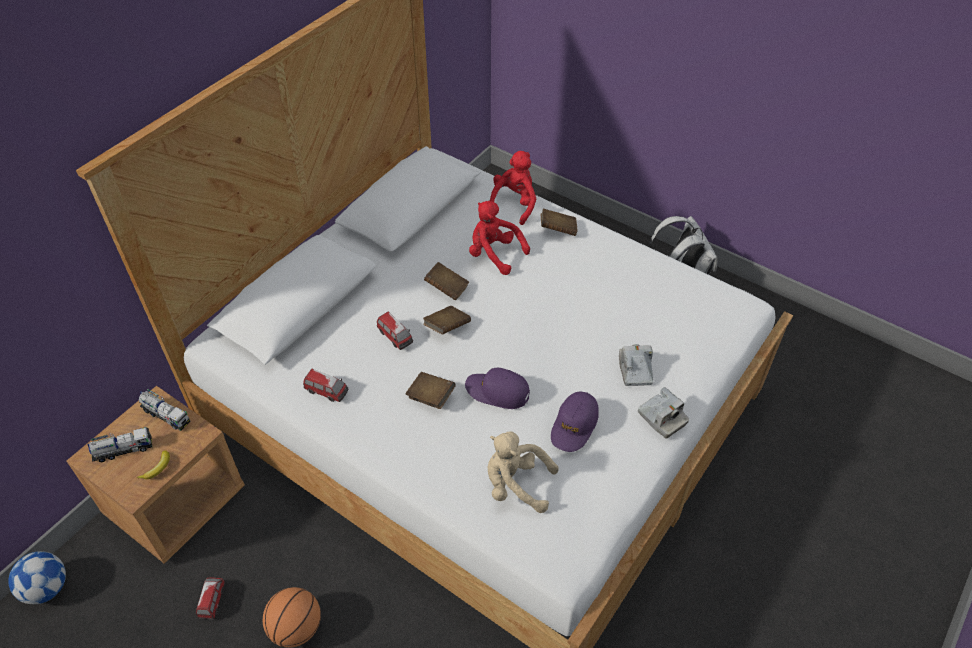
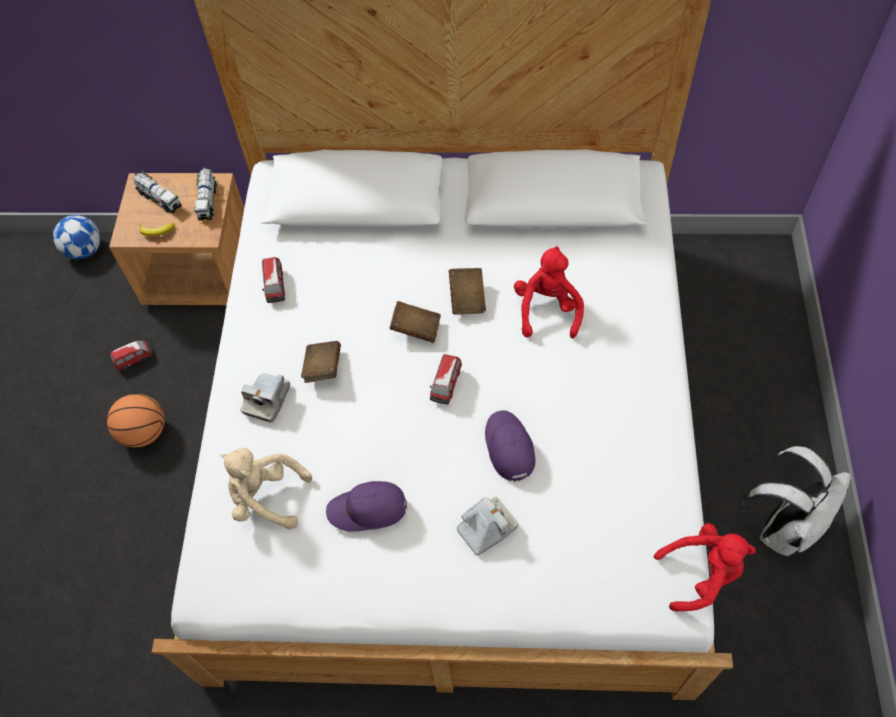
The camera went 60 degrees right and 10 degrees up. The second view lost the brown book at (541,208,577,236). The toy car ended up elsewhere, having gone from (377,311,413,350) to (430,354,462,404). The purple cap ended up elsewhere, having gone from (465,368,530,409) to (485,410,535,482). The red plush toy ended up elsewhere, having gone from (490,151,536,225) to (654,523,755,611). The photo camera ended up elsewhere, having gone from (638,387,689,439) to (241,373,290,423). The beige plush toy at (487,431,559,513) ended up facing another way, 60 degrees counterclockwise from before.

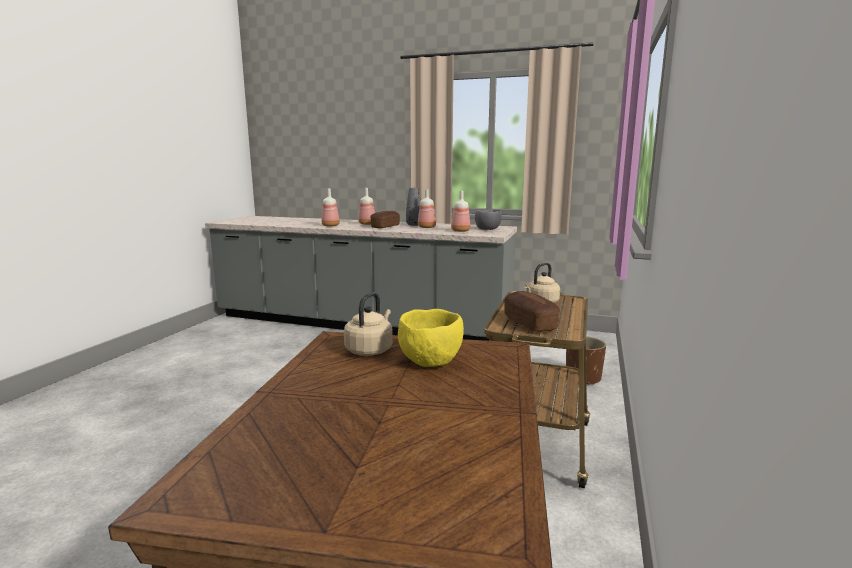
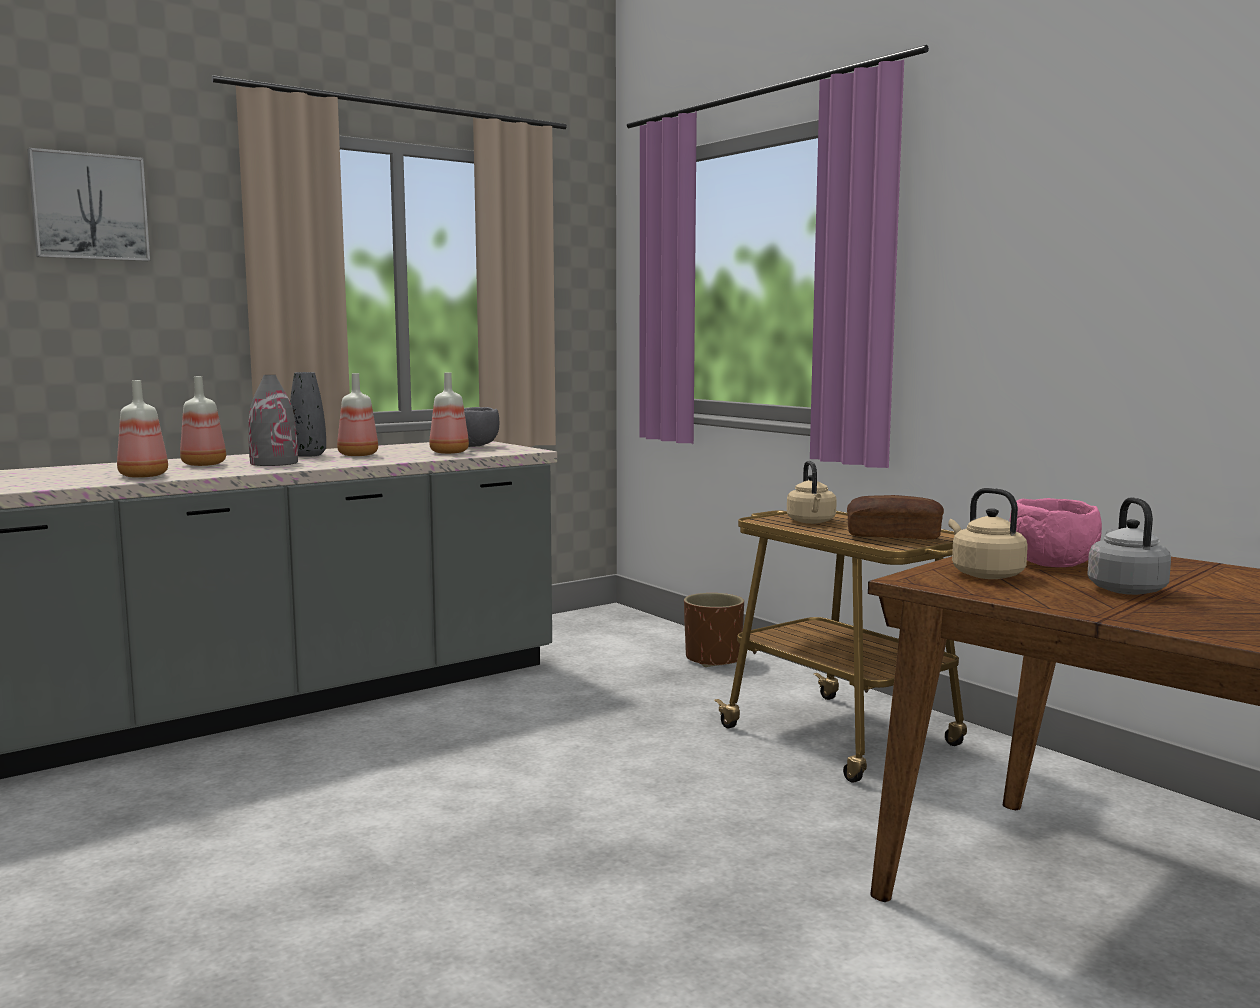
The camera went 55 degrees left and 5 degrees down. The second view gained the picture at (27,148,150,261). The second view gained the grey kettle at (1087,497,1171,595). Where the bread stood at (370,211,400,228), the grey vase came to stand at (248,375,298,466). What was the yellow bowl at (398,309,464,367) turned into the pink bowl at (1009,498,1102,567).

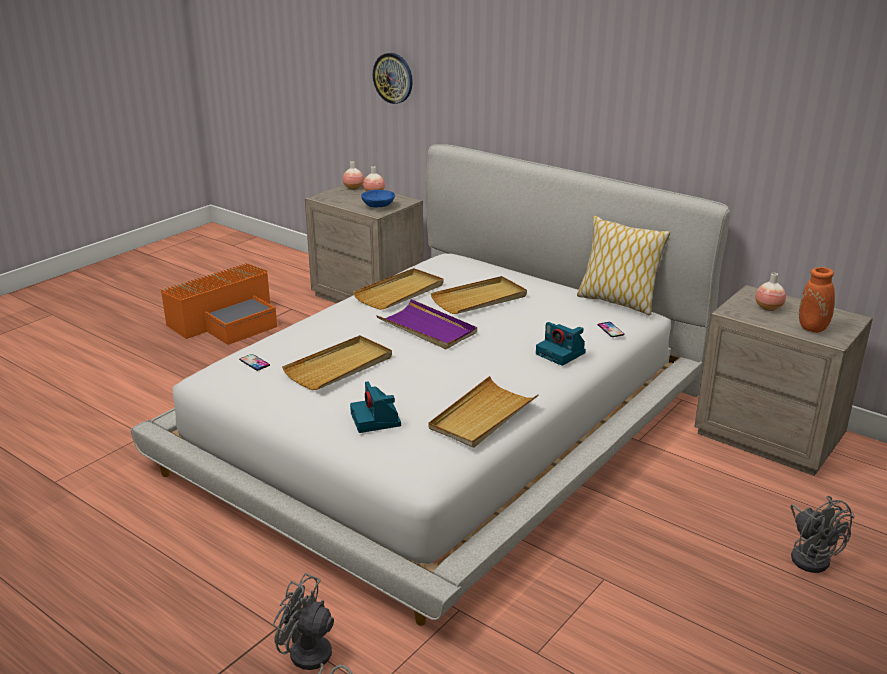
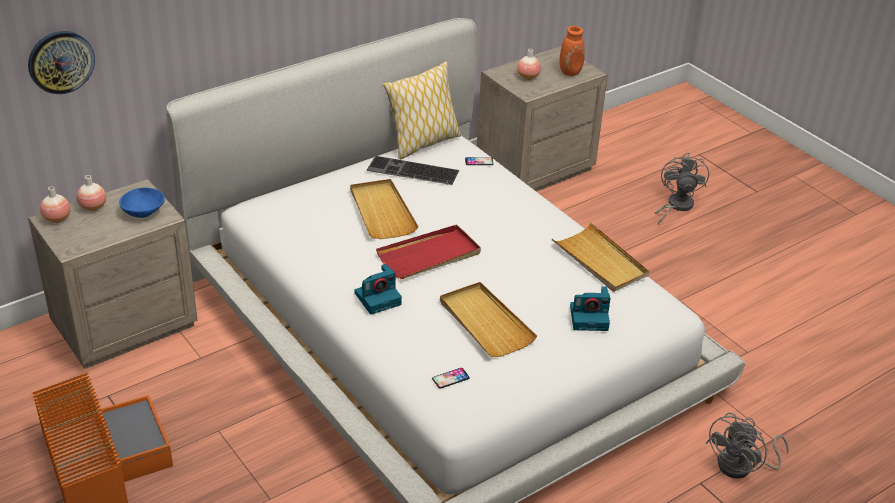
The camera went 75 degrees left and 10 degrees up. The second view lost the beige tray at (353,268,443,310). The second view gained the keyboard at (367,156,459,185). The photo camera ended up elsewhere, having gone from (536,322,586,366) to (354,264,402,314). What was the purple tray at (376,299,477,349) turned into the red tray at (376,225,481,279). The grey fan at (790,496,855,573) ended up facing another way, 75 degrees counterclockwise from before.

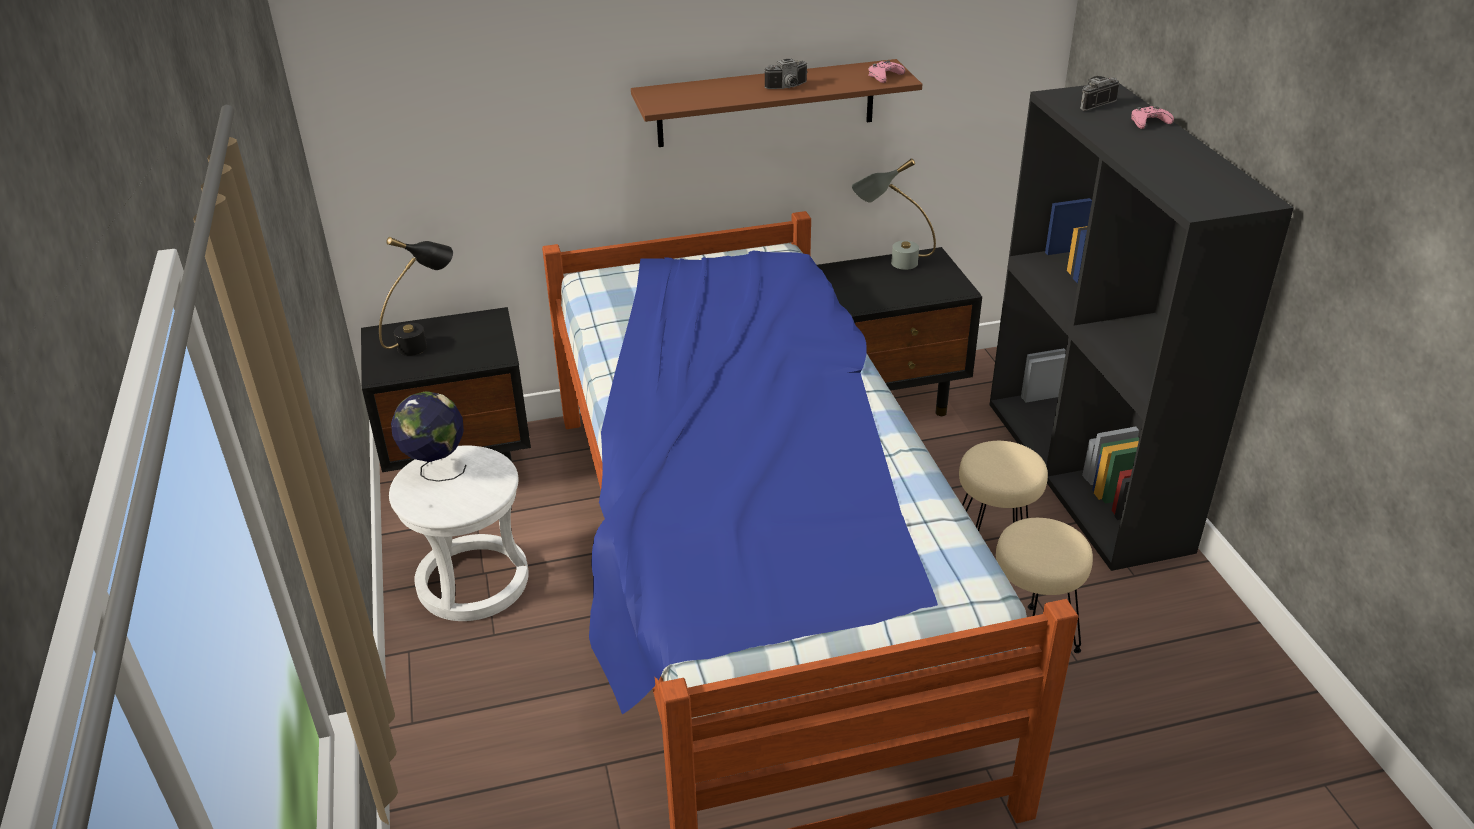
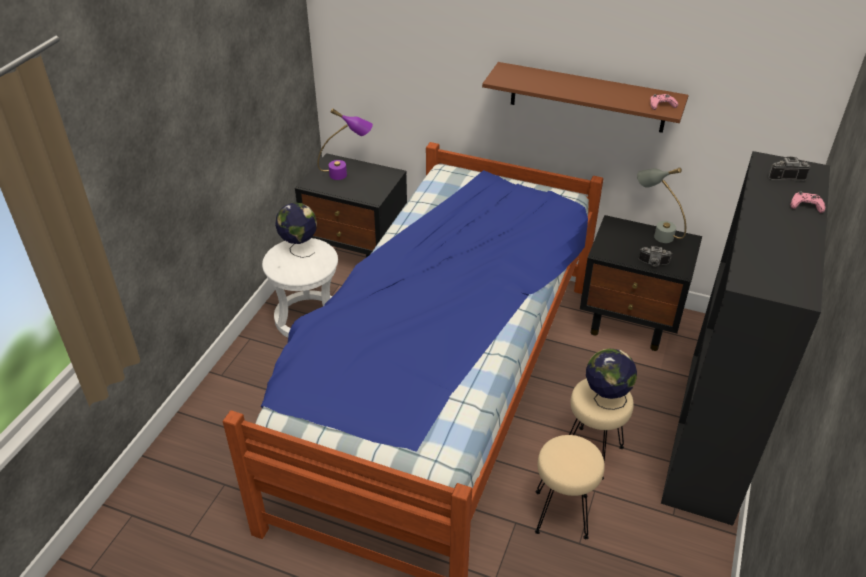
The camera went 35 degrees right and 5 degrees up. The second view gained the globe at (586,348,637,410). The photo camera ended up elsewhere, having gone from (764,58,808,89) to (639,246,672,267). What was the black table lamp at (379,237,453,356) turned into the purple table lamp at (317,108,373,180).

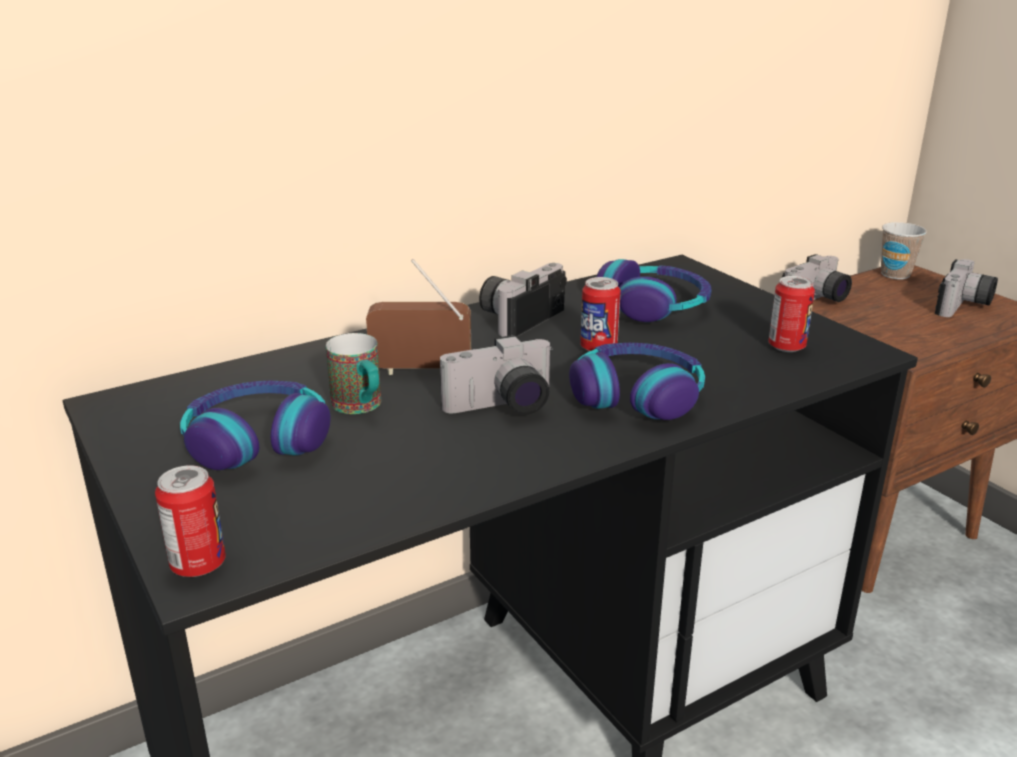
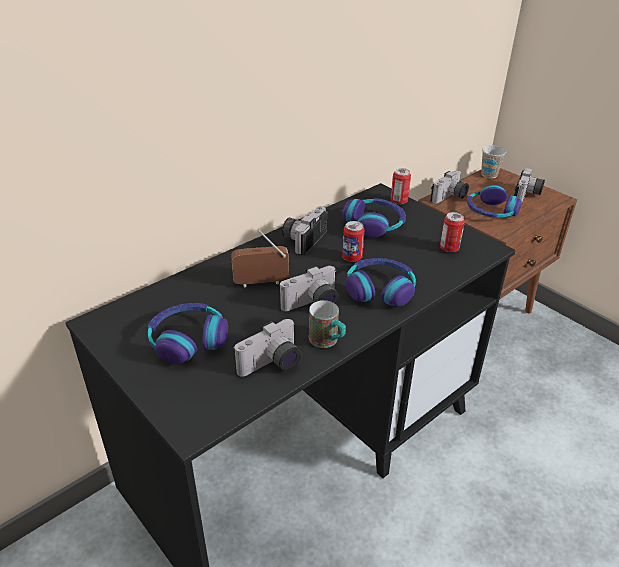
The camera went 10 degrees left and 10 degrees up. The second view gained the photo camera at (233,319,301,377). The second view gained the headphones at (467,185,522,218). The can ended up elsewhere, having gone from (155,465,226,577) to (391,168,411,204). The mug ended up elsewhere, having gone from (326,333,381,414) to (309,300,346,348).

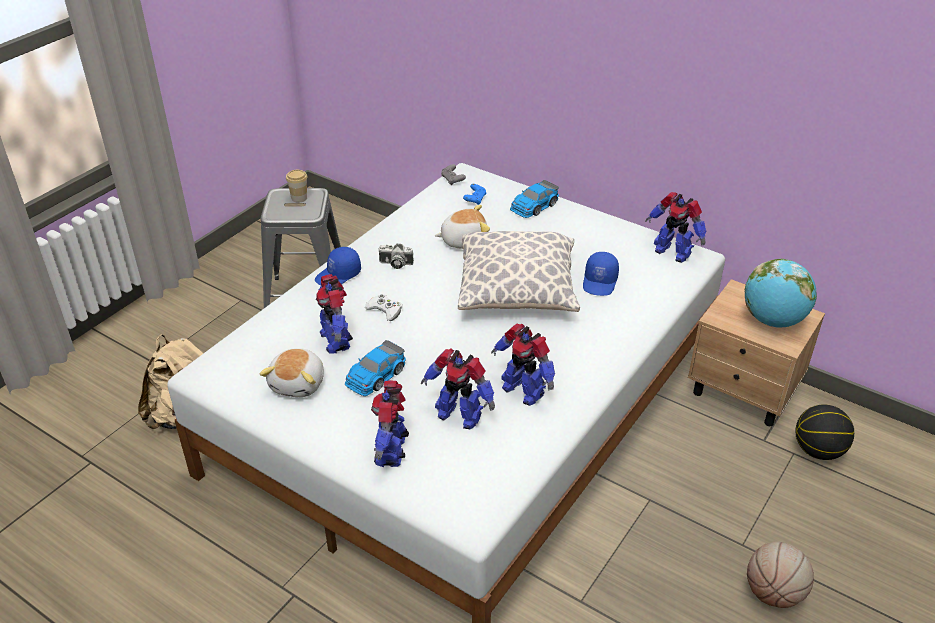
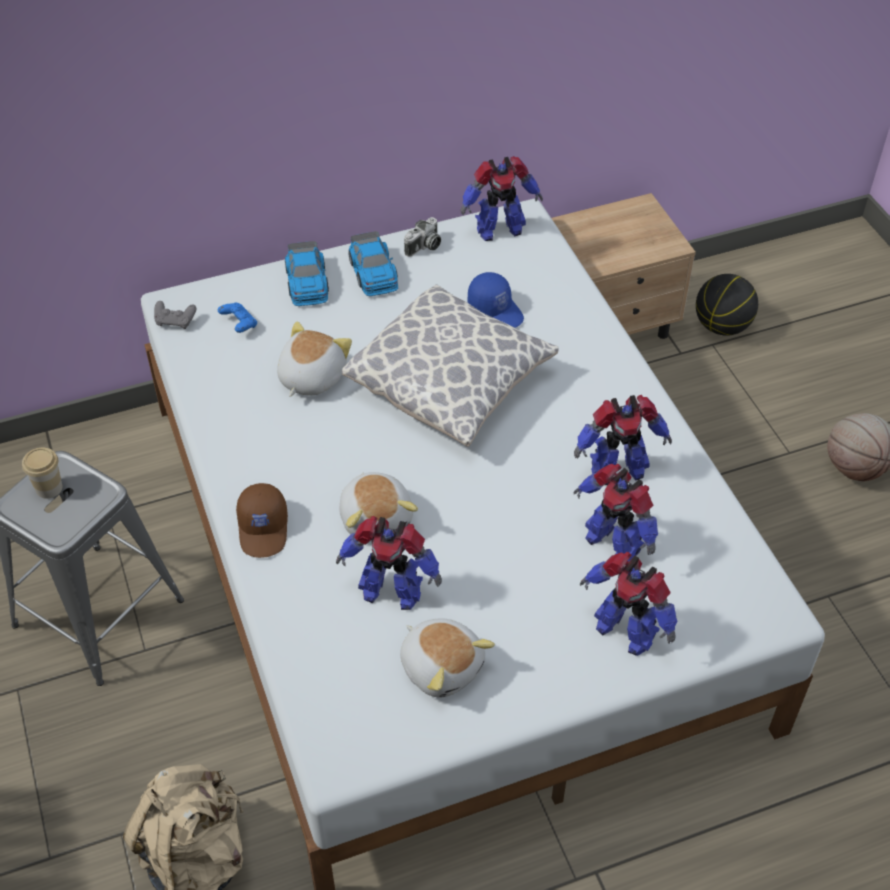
The camera went 55 degrees left and 10 degrees up. The second view lost the globe at (745,259,817,327). The toy car ended up elsewhere, having gone from (345,340,406,396) to (348,231,398,296). The photo camera ended up elsewhere, having gone from (378,244,414,269) to (404,217,441,257). Where the white game controller stood at (365,294,402,321), the plush toy came to stand at (339,472,418,535). What was the blue cap at (315,247,361,286) turned into the brown cap at (236,483,288,558). The toy robot at (421,349,495,430) ended up facing another way, 75 degrees clockwise from before.

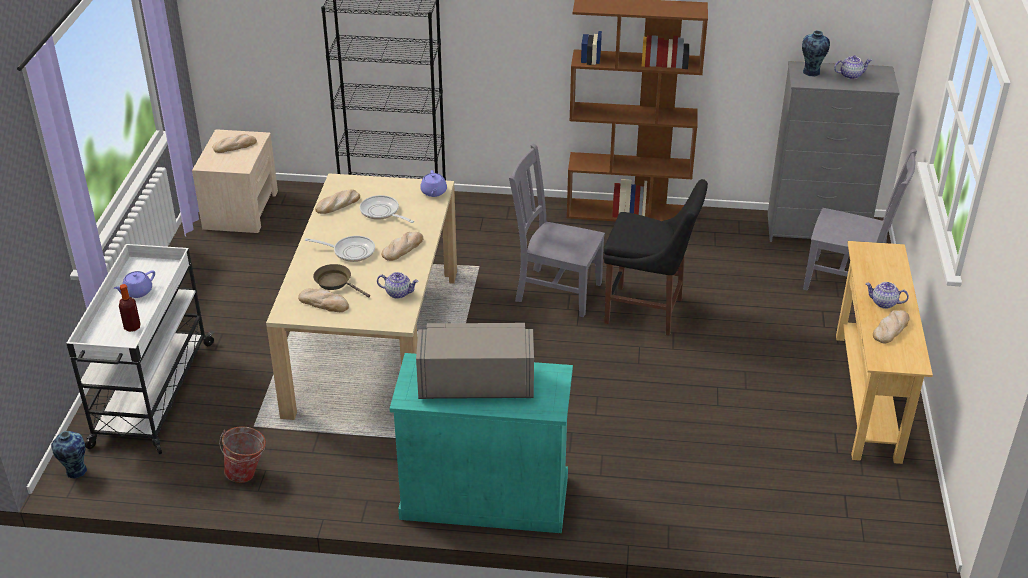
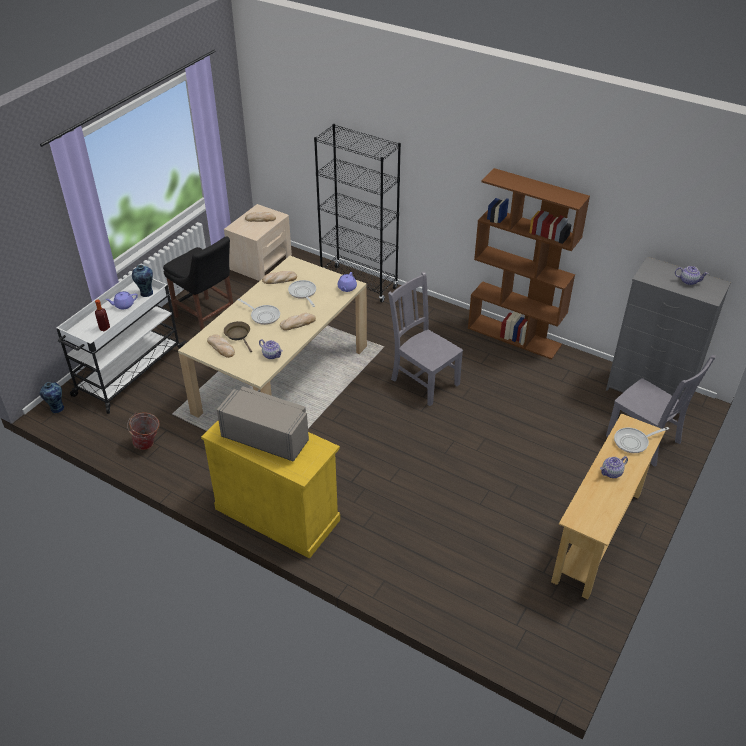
The camera went 25 degrees right and 5 degrees up. The second view lost the bread at (873,310,909,343). The second view gained the frying pan at (614,427,669,453). The black chair ended up elsewhere, having gone from (604,179,708,336) to (163,236,233,330). The vase ended up elsewhere, having gone from (802,30,830,77) to (132,265,153,297). What was the turquoise cabinet at (389,353,573,533) turned into the yellow cabinet at (201,421,340,559). The teapot at (865,282,909,309) ended up facing another way, 75 degrees counterclockwise from before.

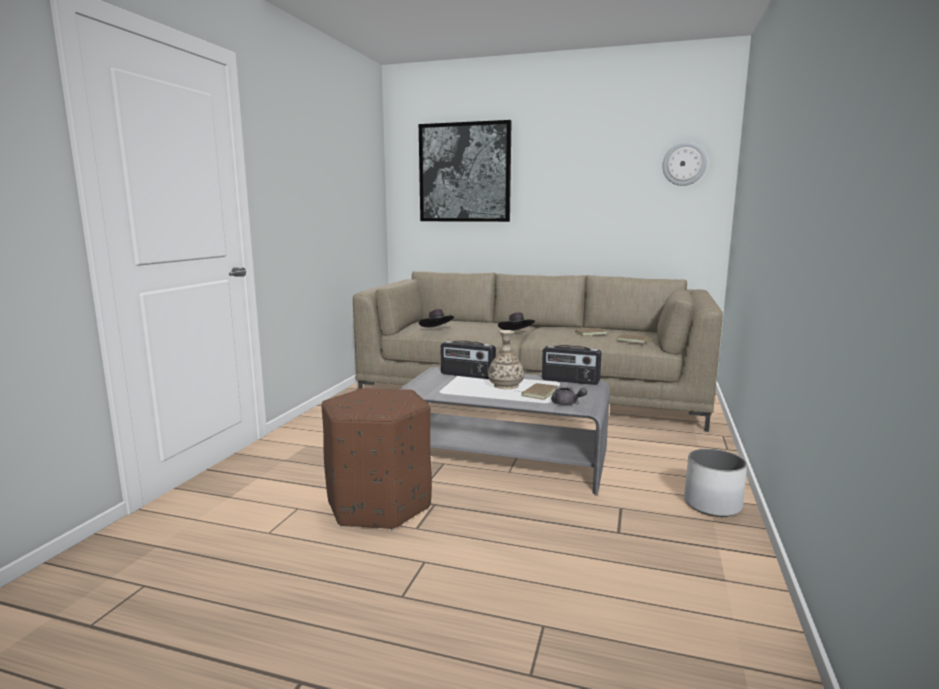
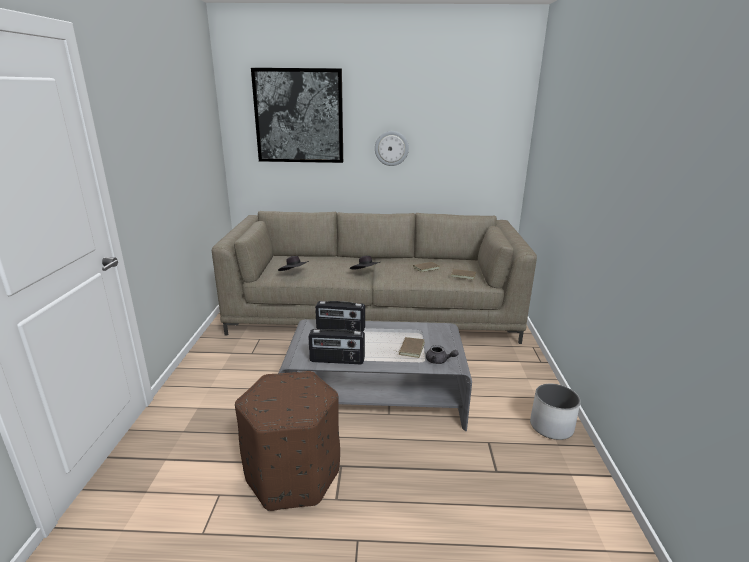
The camera went 15 degrees left and 10 degrees up. The second view lost the vase at (488,330,524,389). The radio ended up elsewhere, having gone from (542,345,602,385) to (308,329,365,364). The wall clock ended up elsewhere, having gone from (662,142,707,186) to (375,131,409,166).

